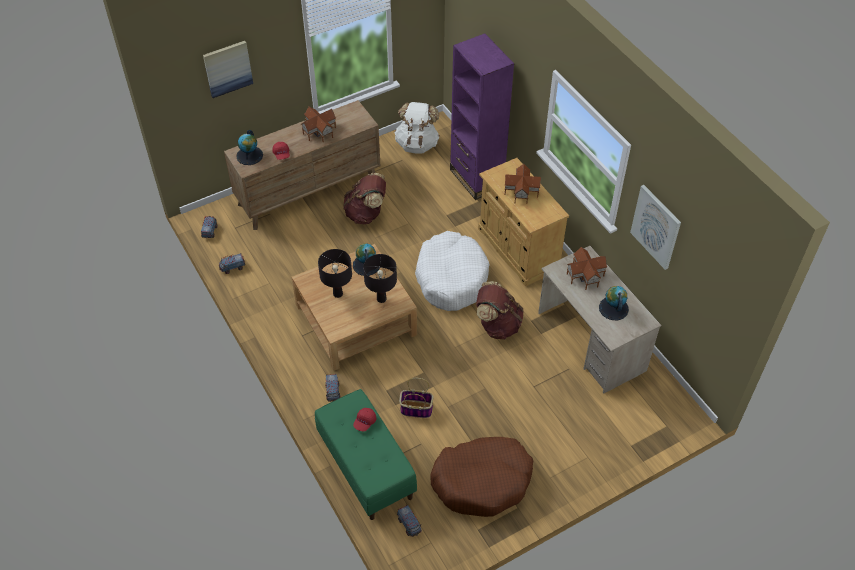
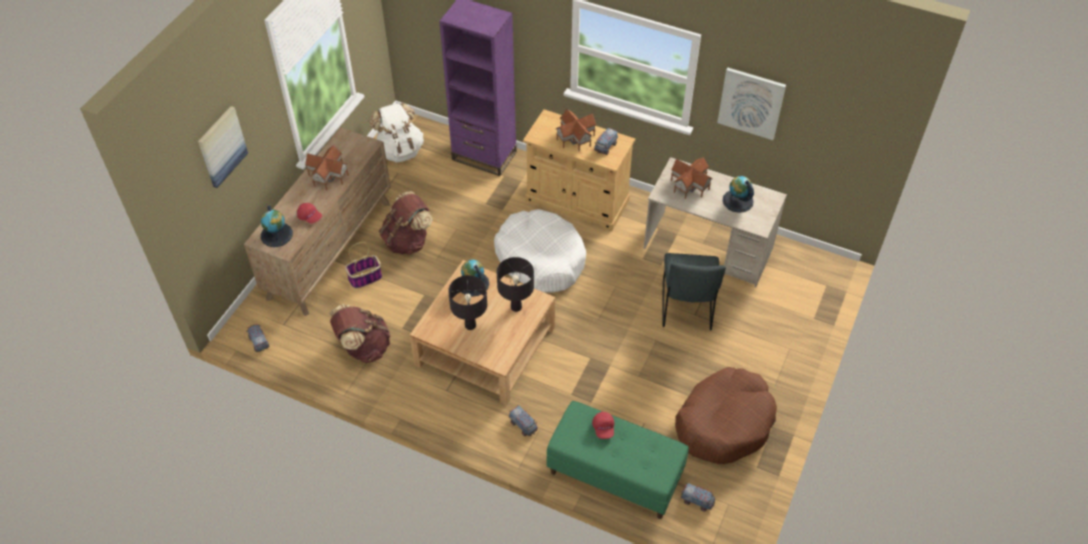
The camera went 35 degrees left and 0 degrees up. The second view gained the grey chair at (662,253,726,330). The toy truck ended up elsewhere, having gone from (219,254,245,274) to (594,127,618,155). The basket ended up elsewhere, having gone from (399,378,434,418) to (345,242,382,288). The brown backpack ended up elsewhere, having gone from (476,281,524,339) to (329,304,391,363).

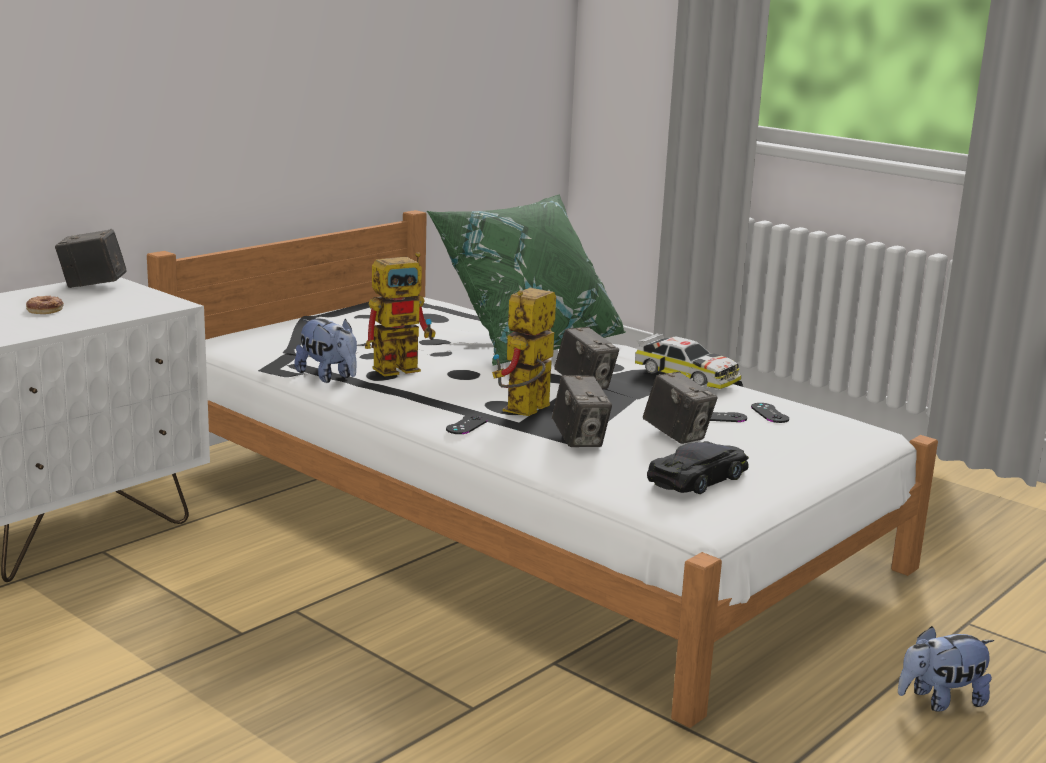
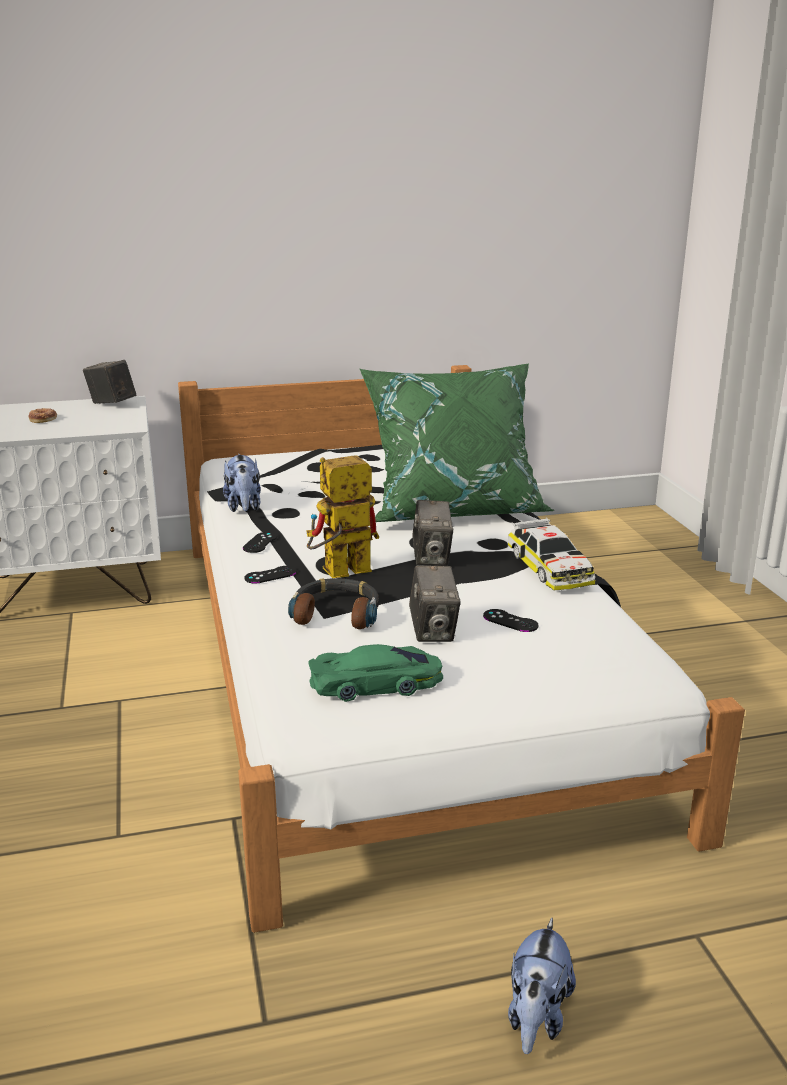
The camera went 35 degrees right and 5 degrees up. The second view lost the toy robot at (365,252,436,377). The black game controller ended up elsewhere, having gone from (751,403,789,423) to (243,532,277,553). Where the photo camera stood at (552,375,612,447), the headphones came to stand at (288,578,379,629). What was the black toy car at (647,441,749,494) turned into the green toy car at (308,644,443,702). The plush toy at (898,626,994,712) ended up facing another way, 90 degrees counterclockwise from before.

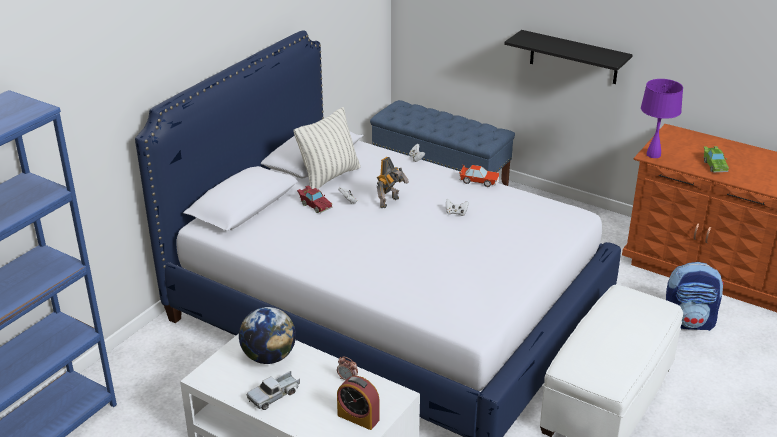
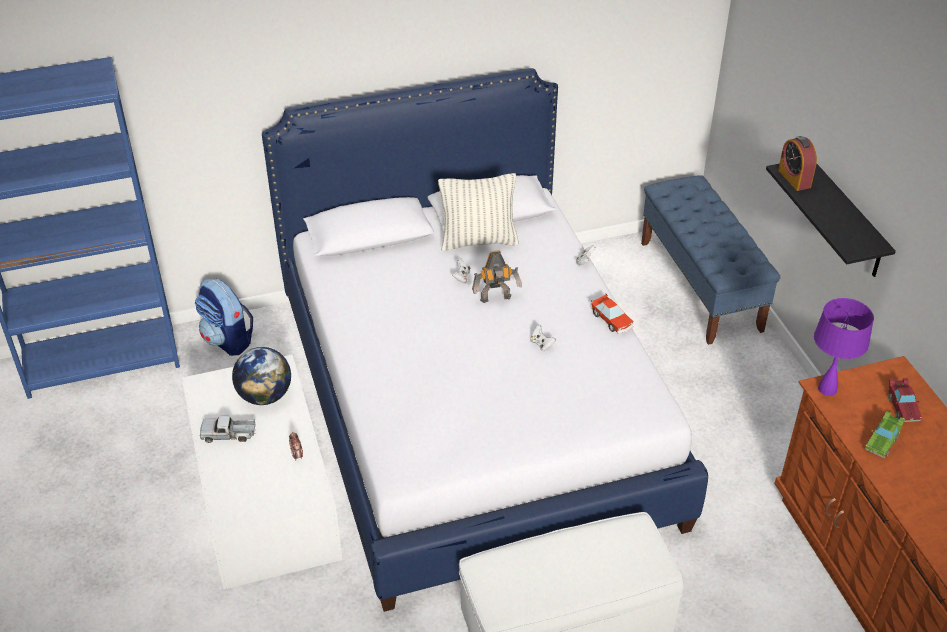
The camera went 40 degrees right and 10 degrees up. The red toy car ended up elsewhere, having gone from (297,186,332,213) to (888,378,922,422). The alarm clock ended up elsewhere, having gone from (337,376,380,430) to (778,136,817,191). The backpack ended up elsewhere, having gone from (666,262,724,331) to (195,278,253,356).

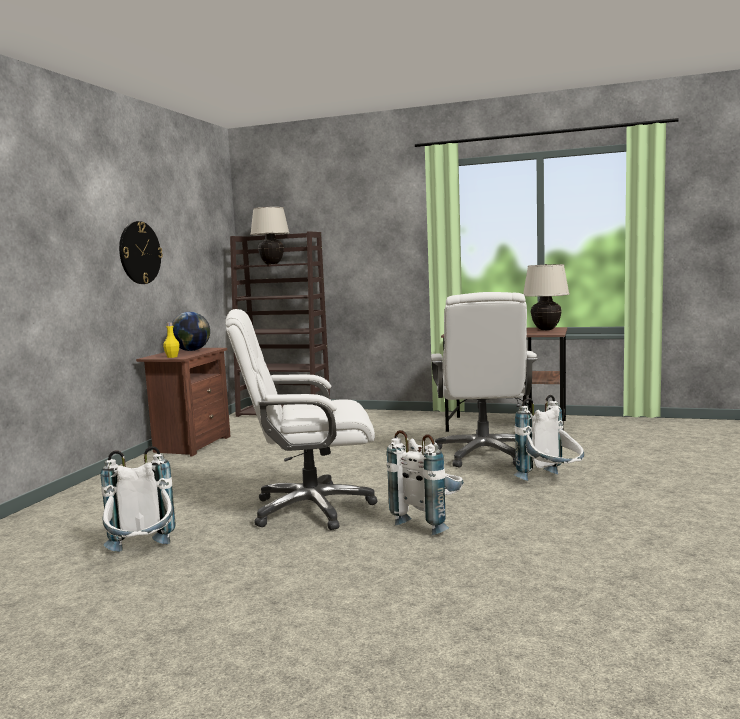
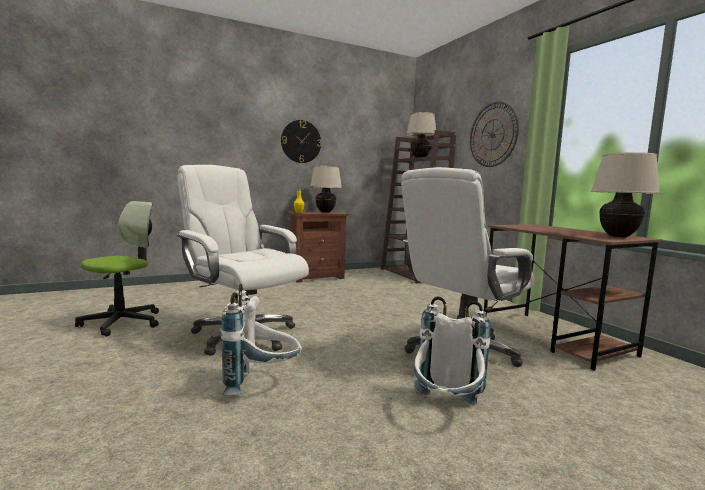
The camera went 45 degrees right and 0 degrees up. The second view gained the wall clock at (470,102,519,167). Where the white backpack stood at (101,446,176,552), the office chair came to stand at (75,201,159,337). Where the globe stood at (172,312,210,351), the beige table lamp came to stand at (310,166,342,213).

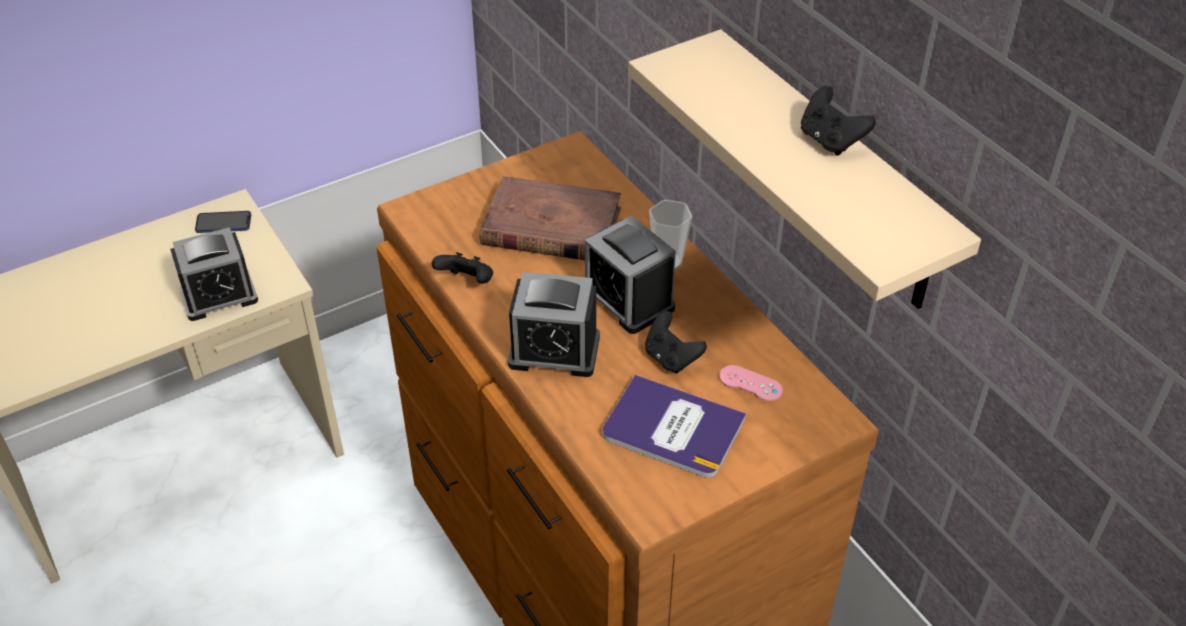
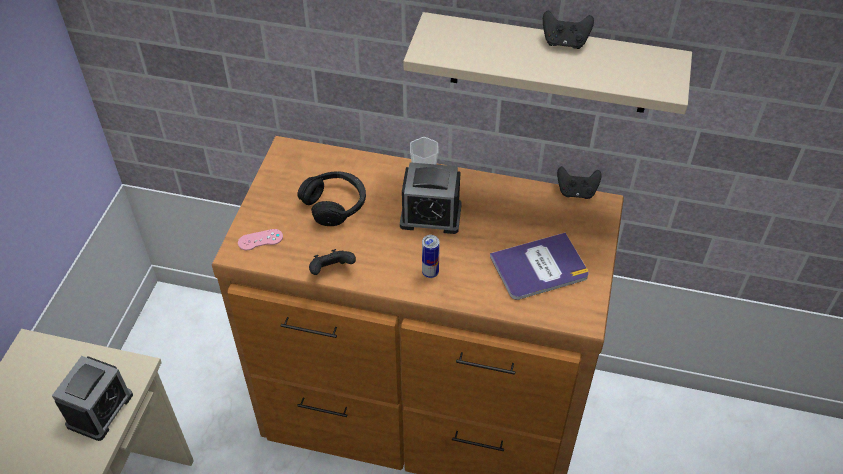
The camera went 45 degrees left and 5 degrees up. The second view lost the phone at (195,211,251,233). The black game controller ended up elsewhere, having gone from (645,311,707,374) to (557,166,602,199). The pink game controller ended up elsewhere, having gone from (719,365,783,401) to (238,229,283,250). Where the brown book stood at (479,176,621,260), the black headphones came to stand at (297,171,366,226). Where the alarm clock stood at (508,272,600,377), the can came to stand at (422,235,440,278).

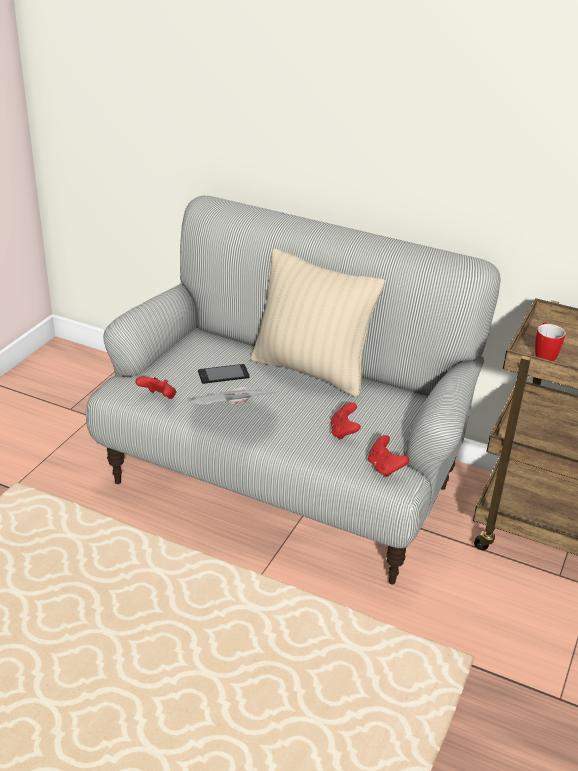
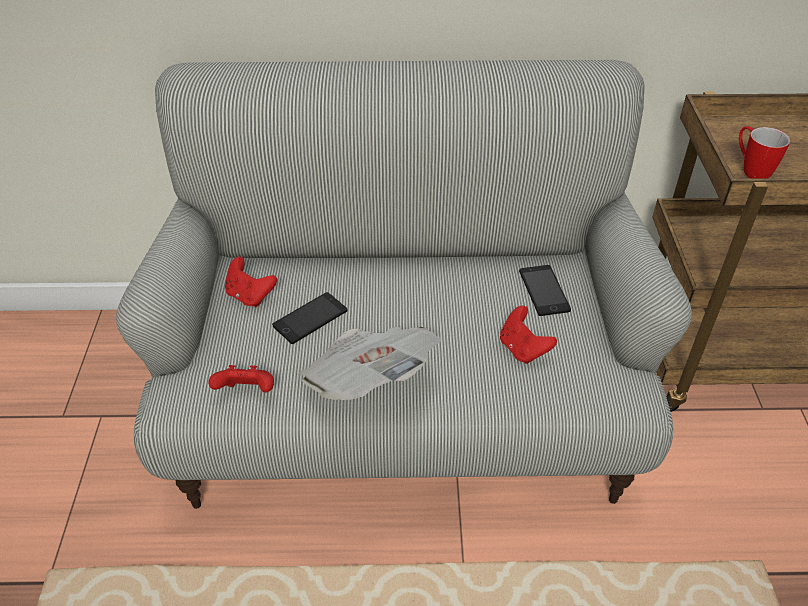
The camera went 25 degrees left and 10 degrees up. The second view lost the beige pillow at (251,248,385,397). The second view gained the phone at (519,265,571,316). The red game controller ended up elsewhere, having gone from (368,435,409,477) to (225,257,277,307).

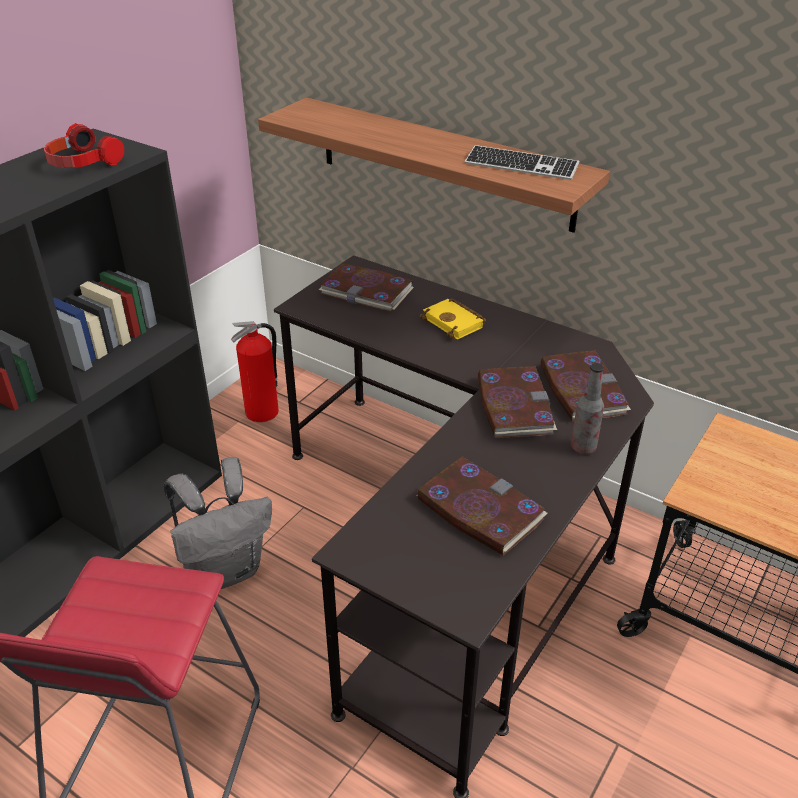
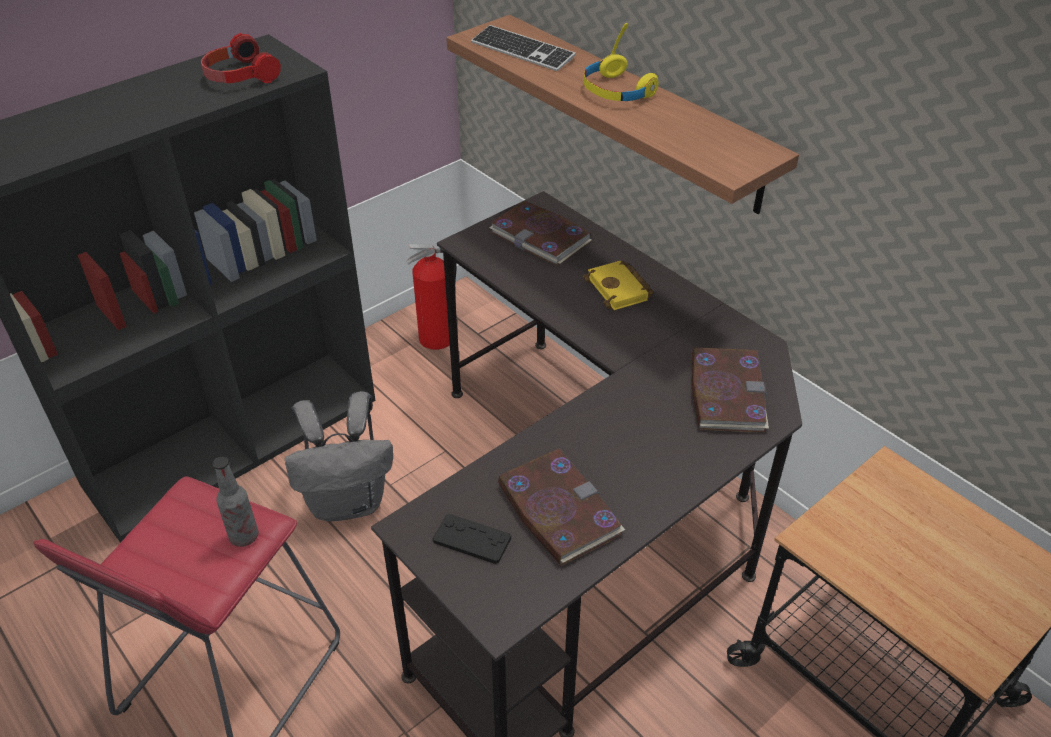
The camera went 15 degrees right and 5 degrees up. The second view lost the book at (478,366,557,438). The second view gained the black game controller at (433,514,511,564). The second view gained the yellow headphones at (583,23,658,101). The keyboard ended up elsewhere, having gone from (465,145,579,180) to (471,25,576,71). The bottle ended up elsewhere, having gone from (571,363,604,454) to (213,457,259,547).

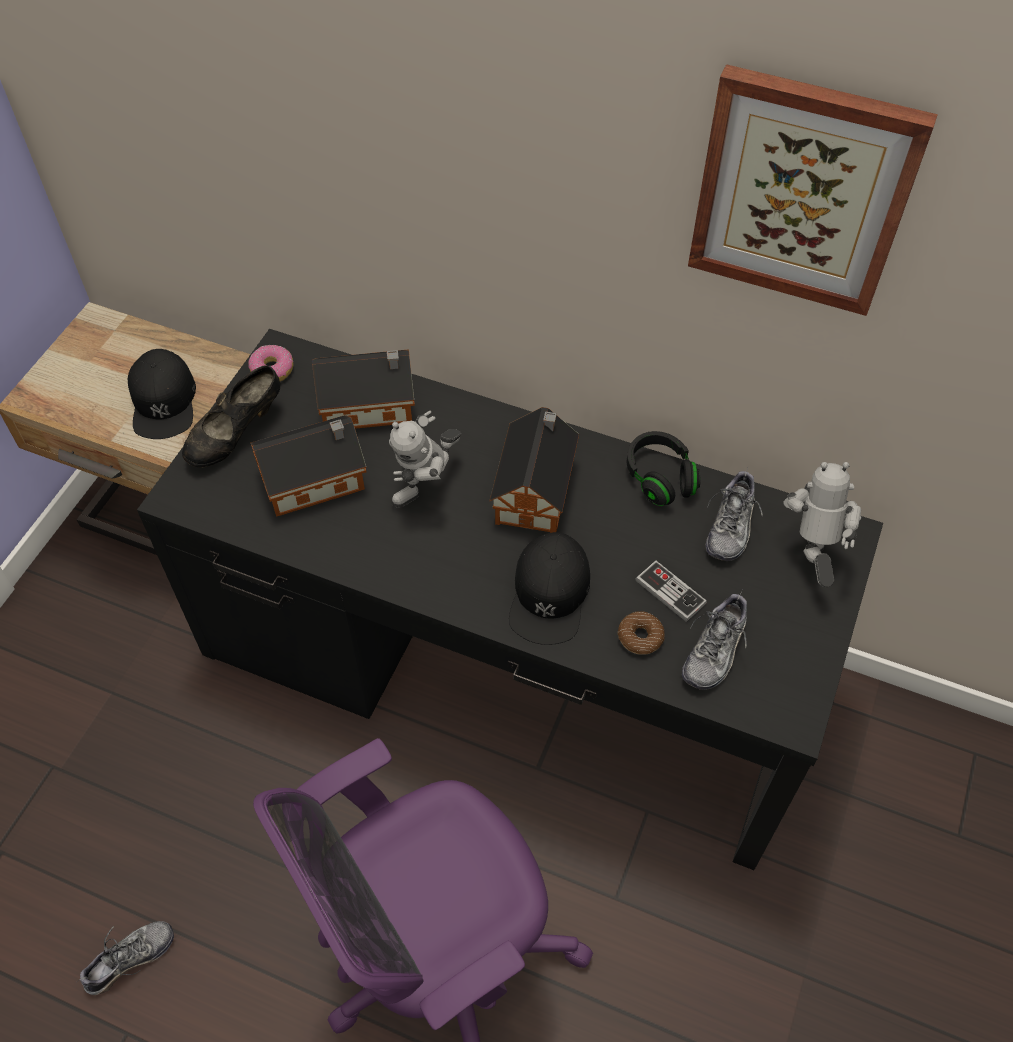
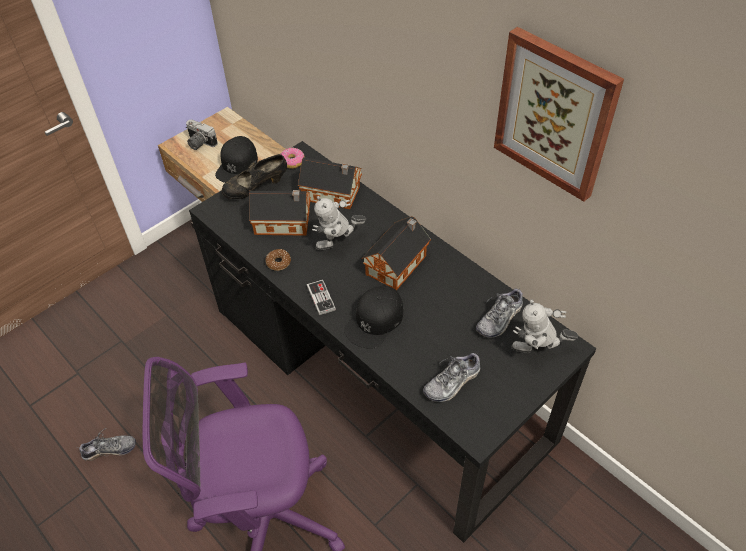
The camera went 25 degrees right and 5 degrees down. The second view lost the black headphones at (627,431,701,506). The second view gained the photo camera at (186,120,218,150). The donut ended up elsewhere, having gone from (618,611,665,655) to (265,249,291,271). The game controller ended up elsewhere, having gone from (636,560,707,622) to (307,279,336,315). The toy robot at (784,462,862,587) ended up facing another way, 120 degrees counterclockwise from before.

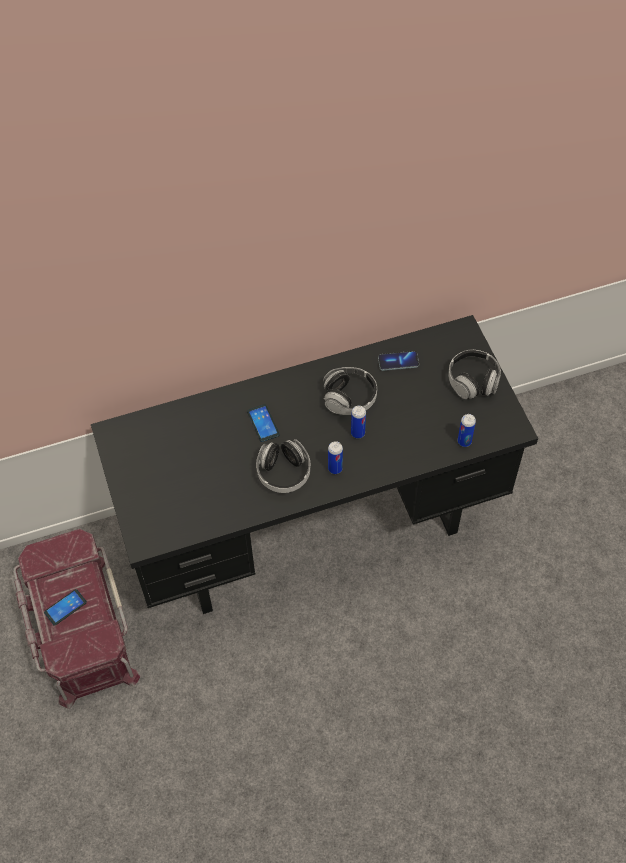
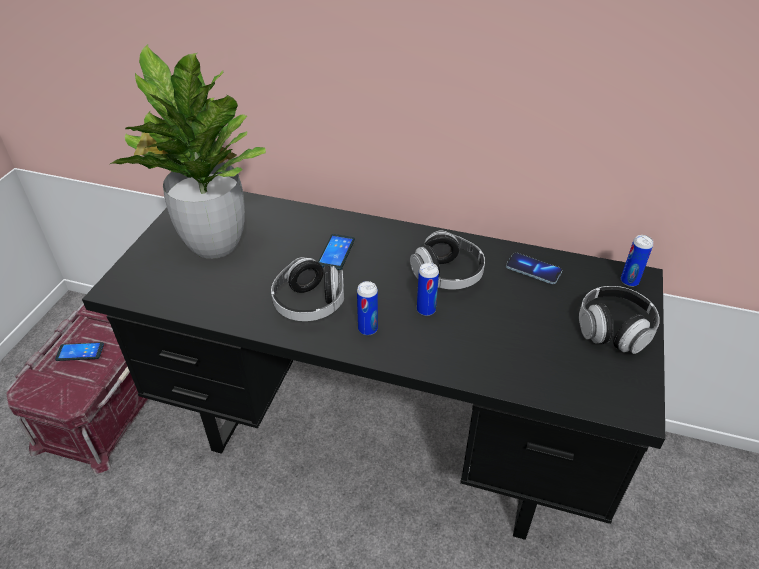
The camera went 35 degrees right and 15 degrees down. The second view gained the potted plant at (110,44,266,259). The can ended up elsewhere, having gone from (458,414,476,447) to (621,235,653,287).

